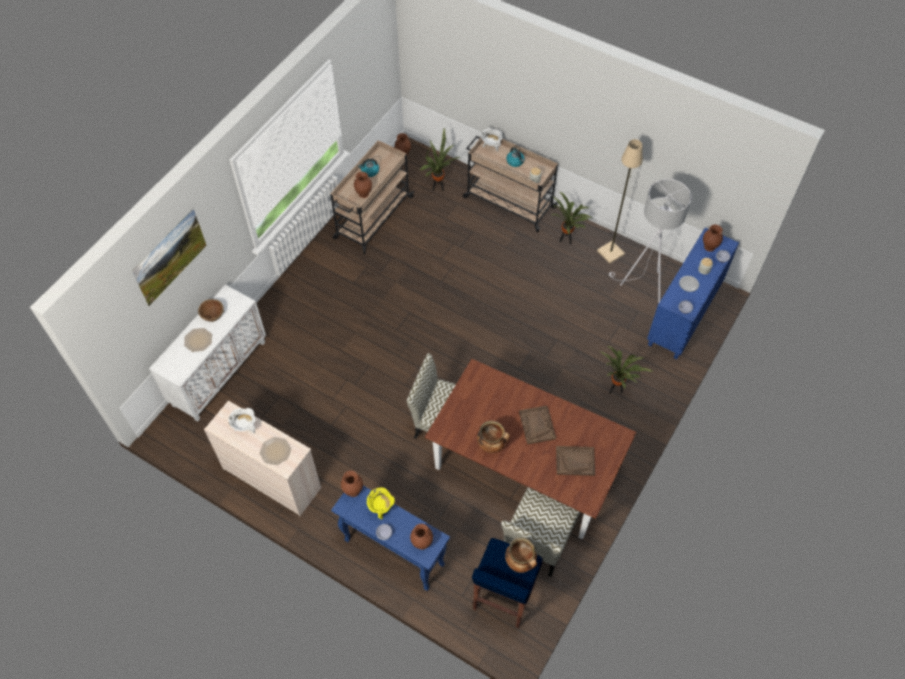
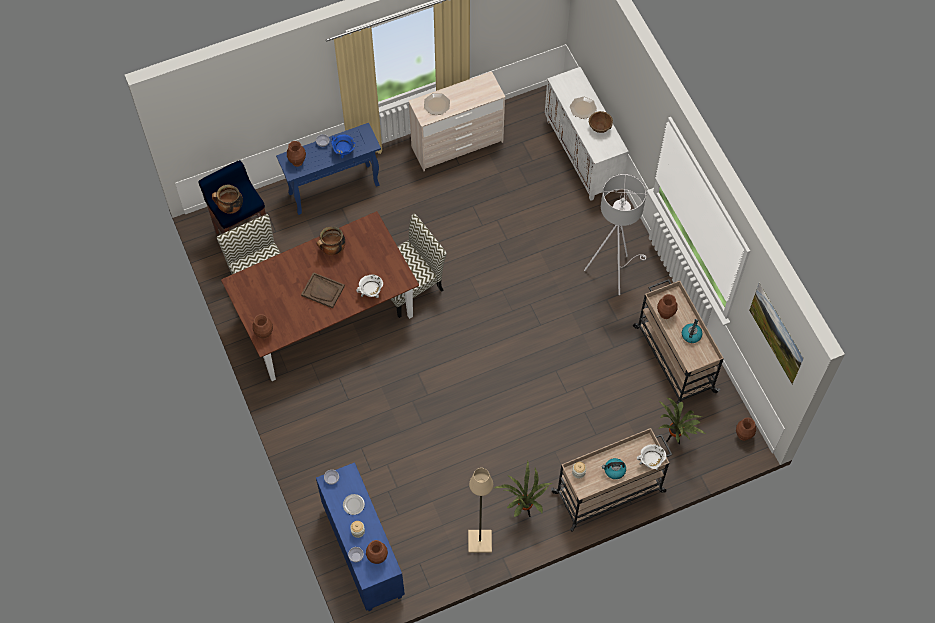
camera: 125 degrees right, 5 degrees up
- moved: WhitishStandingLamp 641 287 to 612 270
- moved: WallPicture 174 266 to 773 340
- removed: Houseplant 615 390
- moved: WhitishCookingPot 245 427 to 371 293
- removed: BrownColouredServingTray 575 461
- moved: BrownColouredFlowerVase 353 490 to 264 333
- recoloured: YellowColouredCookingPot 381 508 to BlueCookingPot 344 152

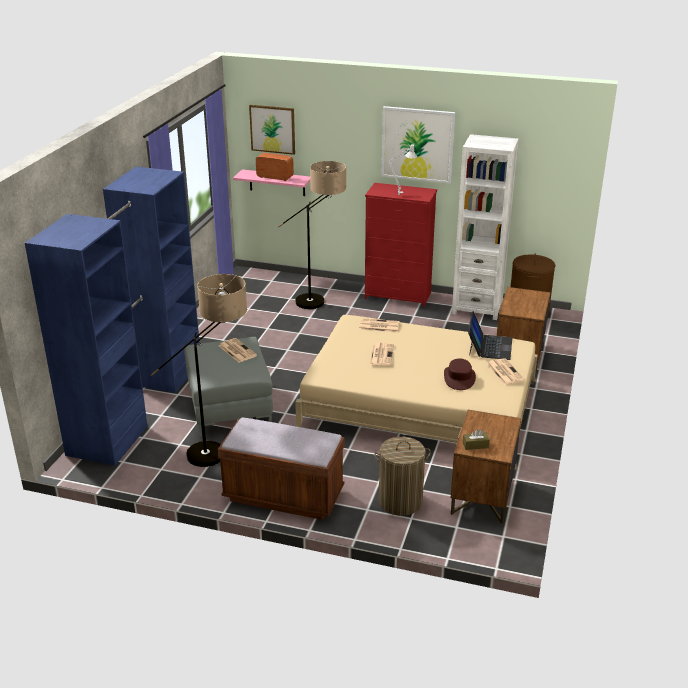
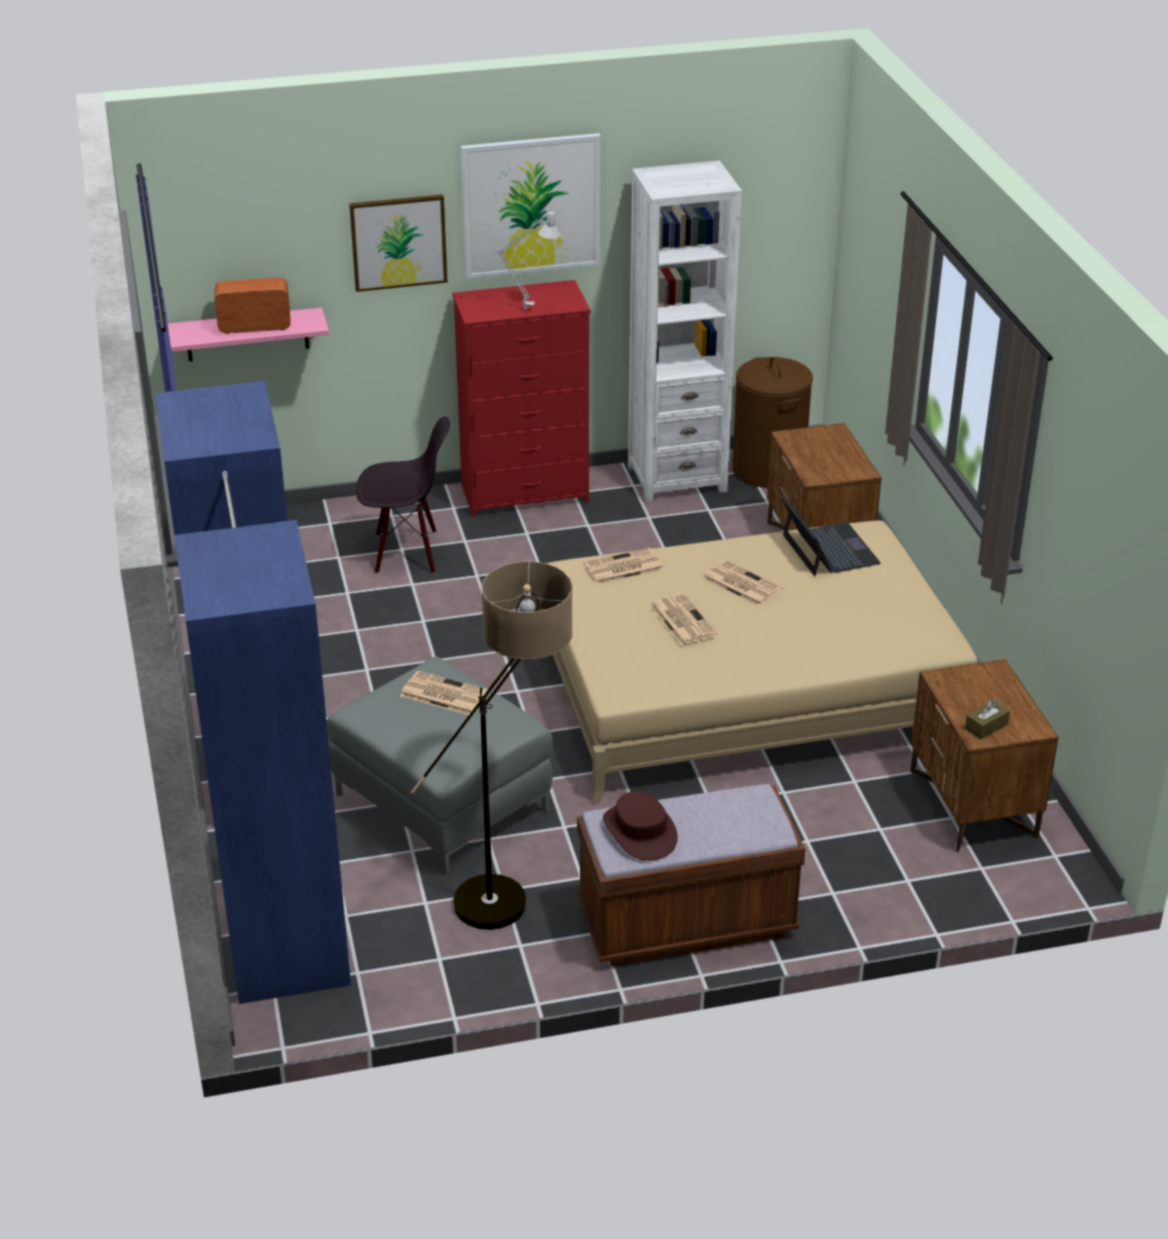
camera: 30 degrees left, 5 degrees up
- moved: WallPicture 272 129 to 398 242
- replaced: StandingLamp 320 304 to BlackColouredChair 406 553
- moved: PrintedPaper 504 372 to 740 584
- moved: BrownColouredHat 459 378 to 640 831
- removed: WashingBasket 400 501

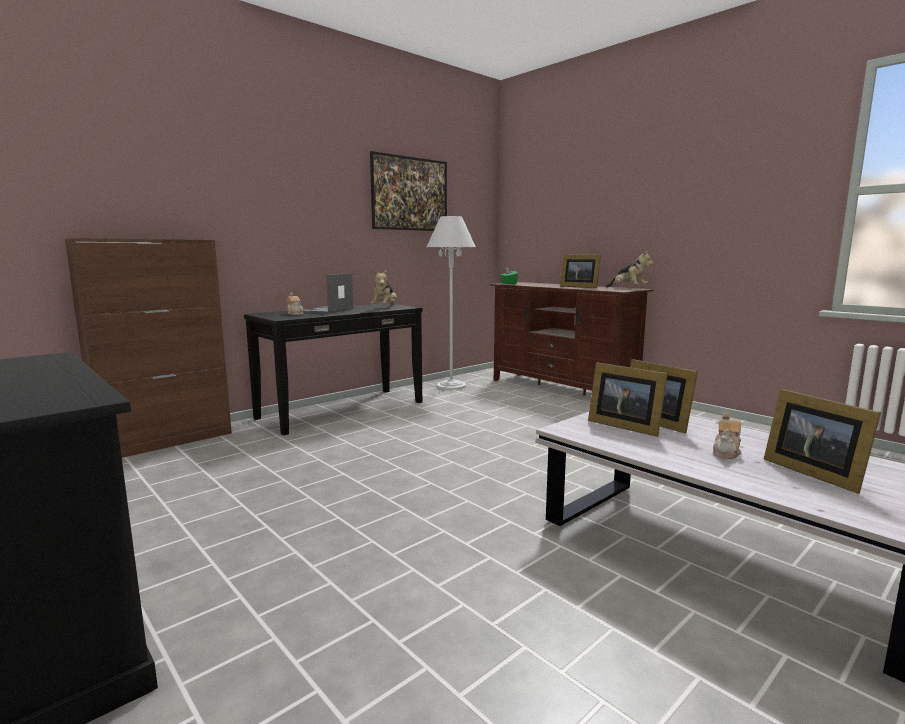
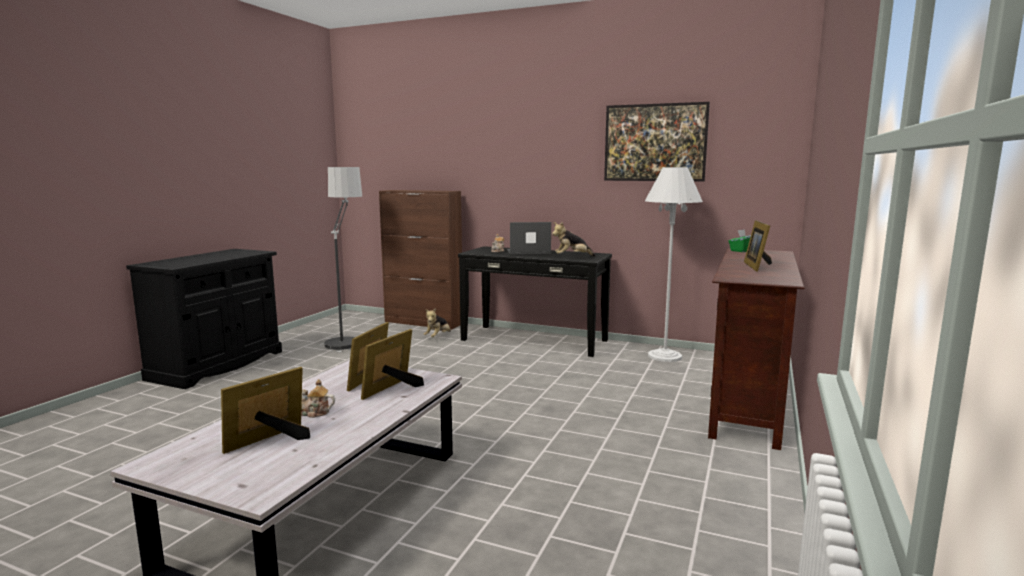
camera: 65 degrees right, 0 degrees up
- moved: PlushToy 628 288 to 438 337
- added: StandingLamp 346 338

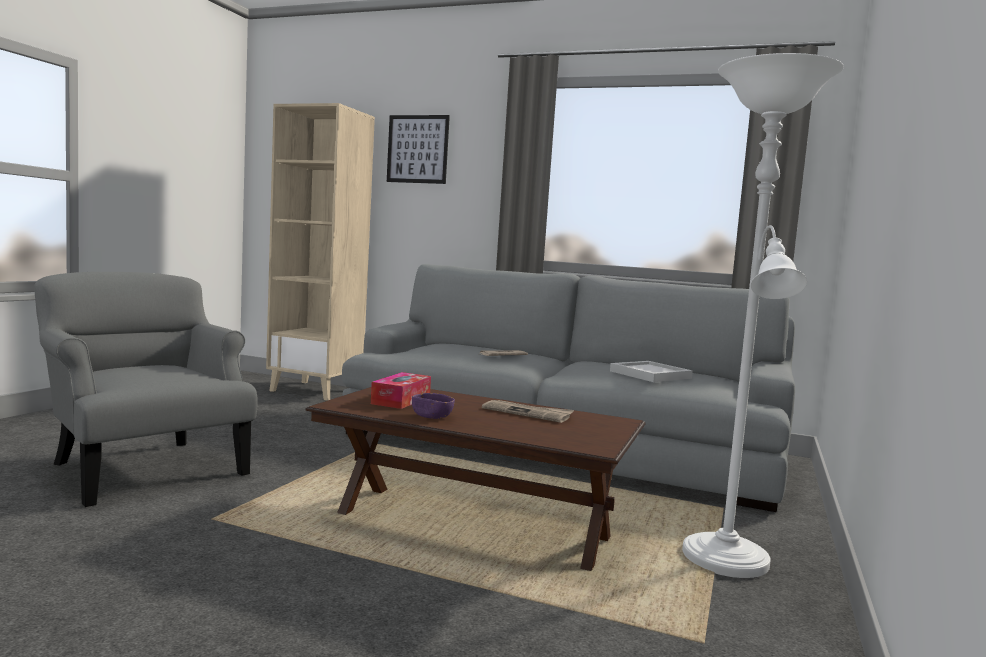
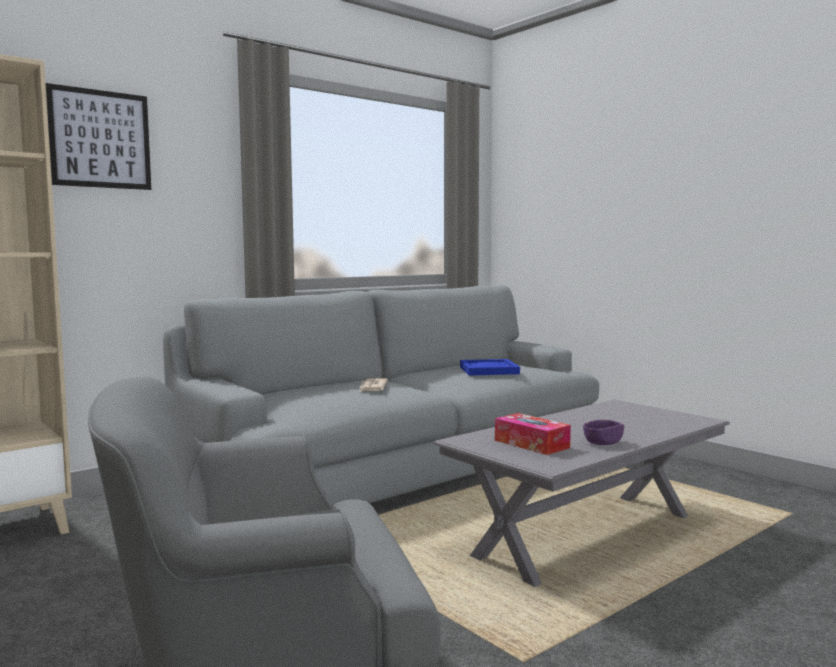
camera: 60 degrees left, 0 degrees up
- removed: WhitishStandingLamp 727 563
- recoloured: WhitishServingTray 650 374 to BlueServingTray 488 370
- recoloured: BrownColouredLoungeTable 473 525 to GreyLoungeTable 586 535
- removed: PrintedPaper 527 413

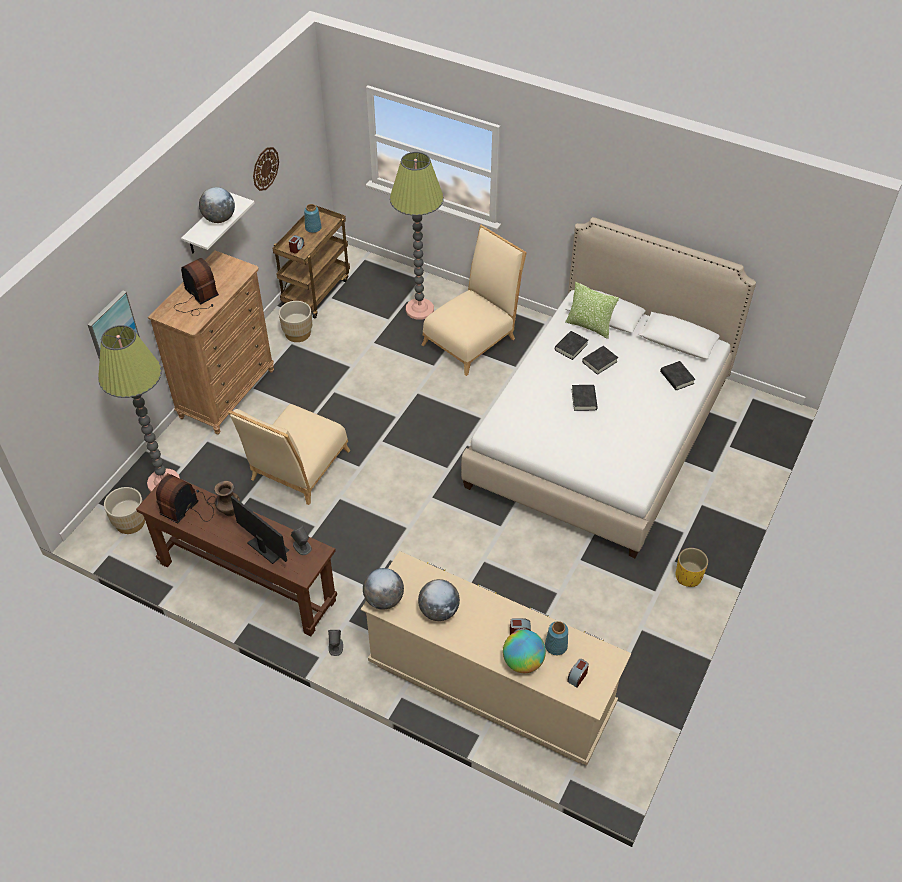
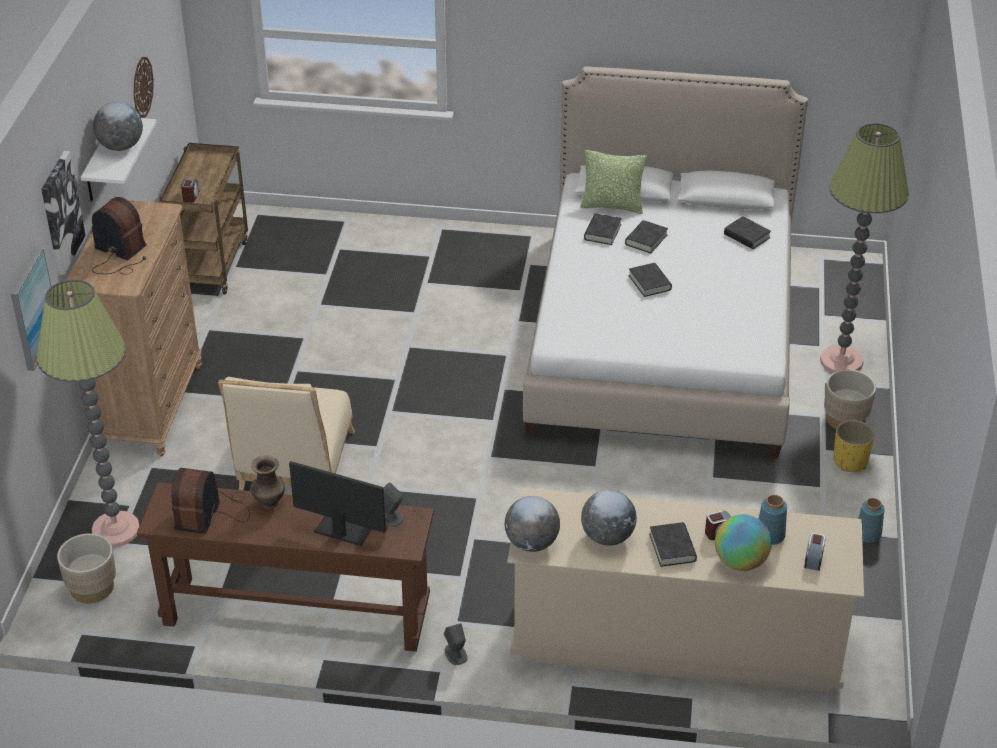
camera: 20 degrees left, 10 degrees down
- moved: StandingLamp 419 309 to 841 361
- moved: BlueFlowerVase 313 228 to 867 533
- removed: BeigeChair 472 338
- moved: BeigePlanter 298 333 to 845 419
- added: WallPicture 60 212
- added: BlackColouredBook 672 548

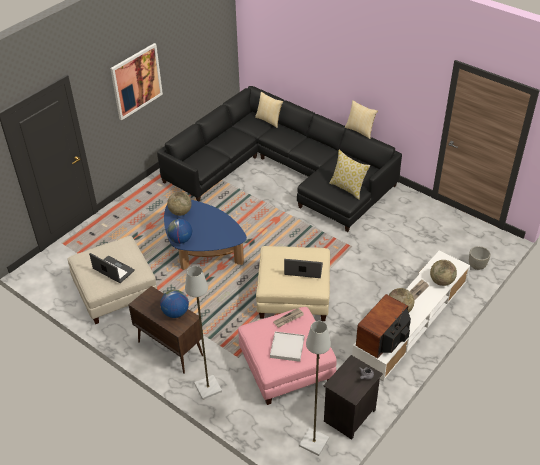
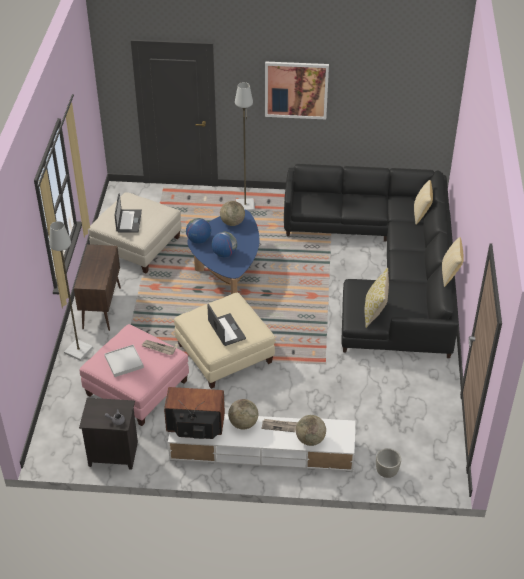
camera: 55 degrees right, 0 degrees up
- moved: WorldGlobe 175 313 to 224 254
- moved: GreyStandingLamp 313 441 to 245 205

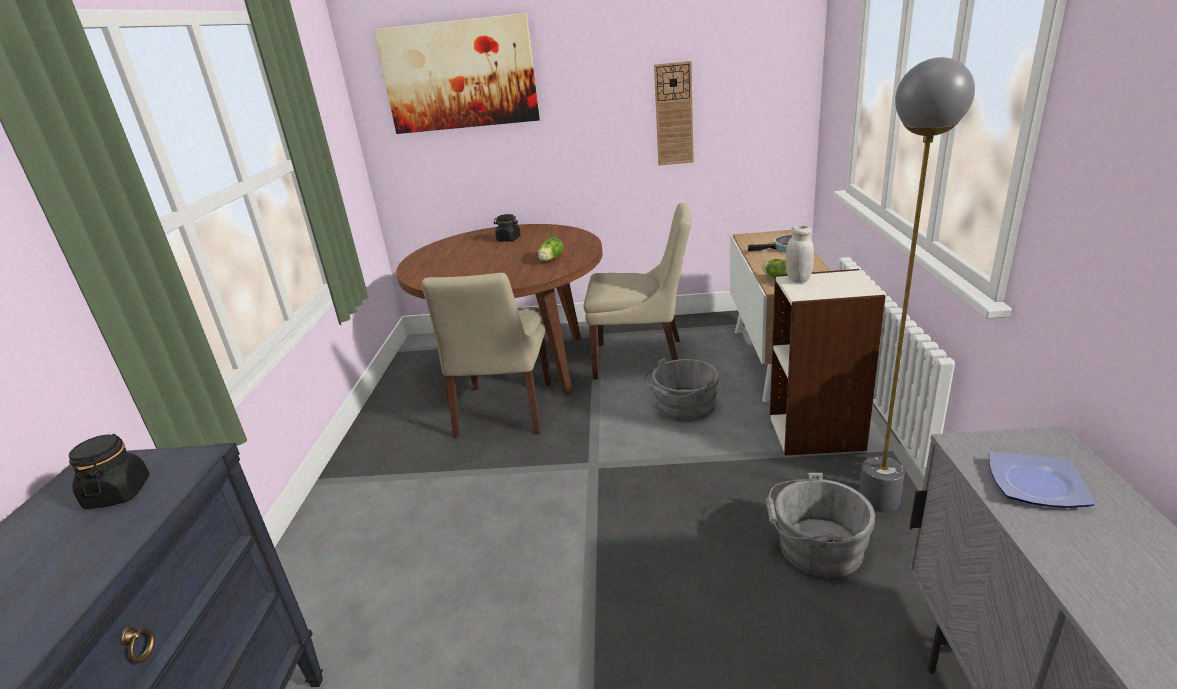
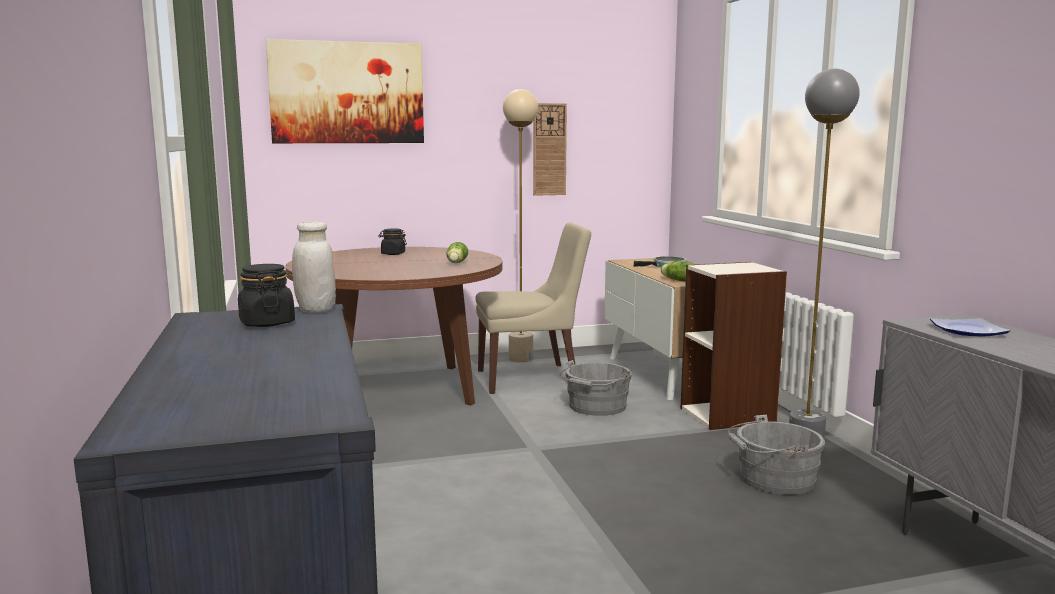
camera: 20 degrees left, 15 degrees down
- moved: WhitishPreserveJar 798 279 to 315 310
- removed: BeigeChair 503 411
- added: BeigeStandingLamp 520 359

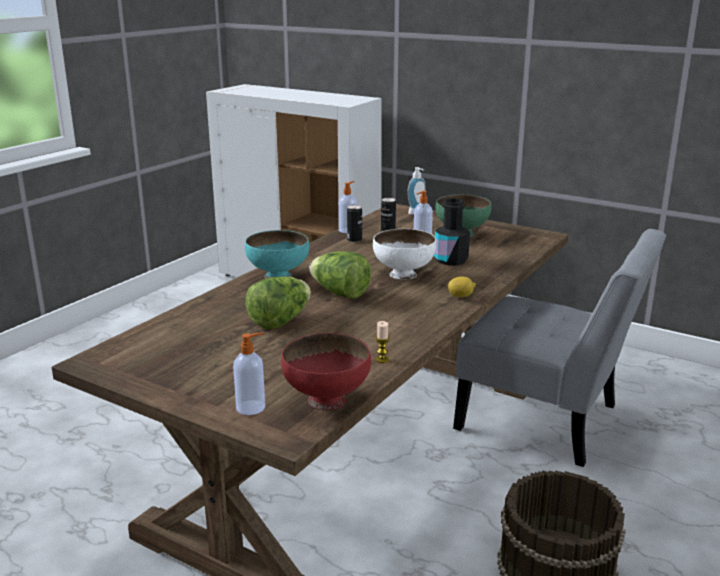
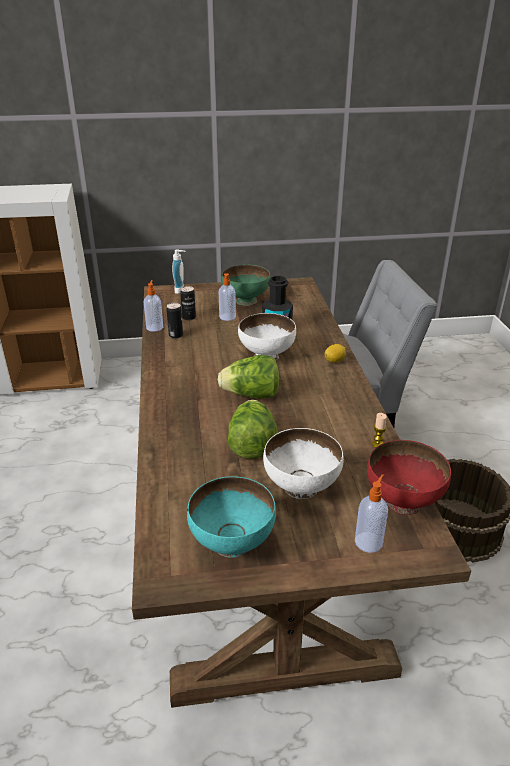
camera: 40 degrees left, 10 degrees up
- moved: TurquoiseBowl 278 276 to 232 544
- added: WhitishBowl 301 488

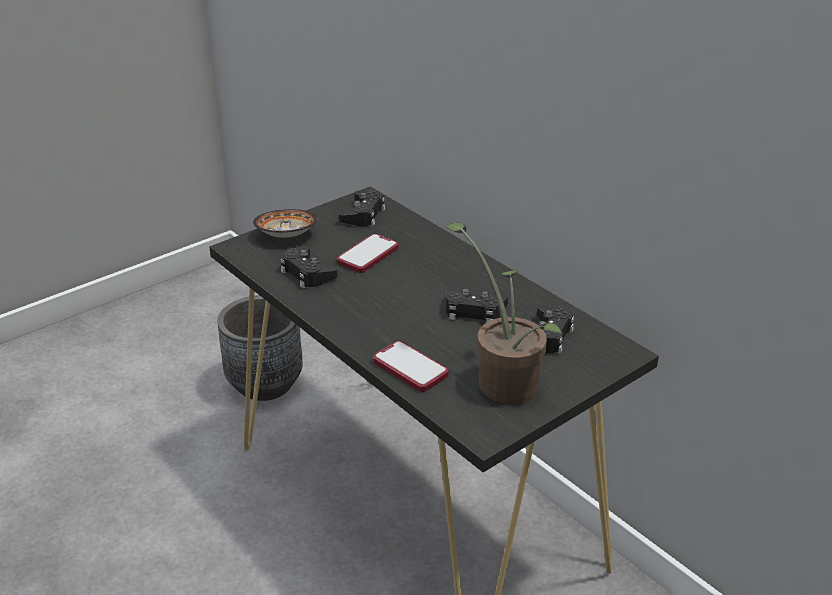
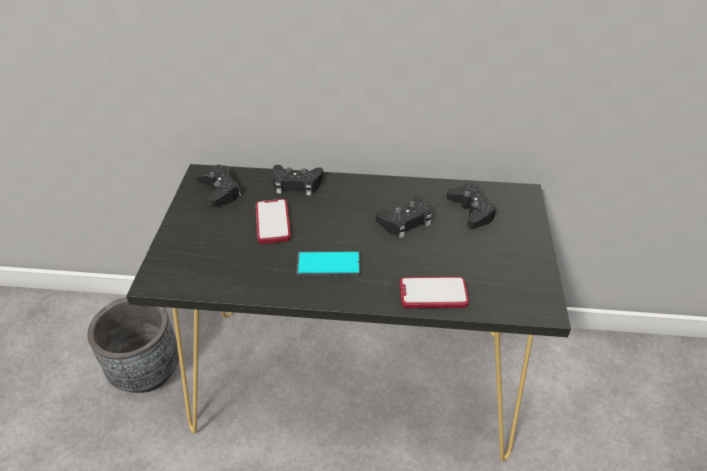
camera: 45 degrees left, 10 degrees up
- removed: Bowl 286 235
- removed: Houseplant 503 378
- moved: BlackColouredGamepad 307 273 to 296 184
- added: Phone 328 264

